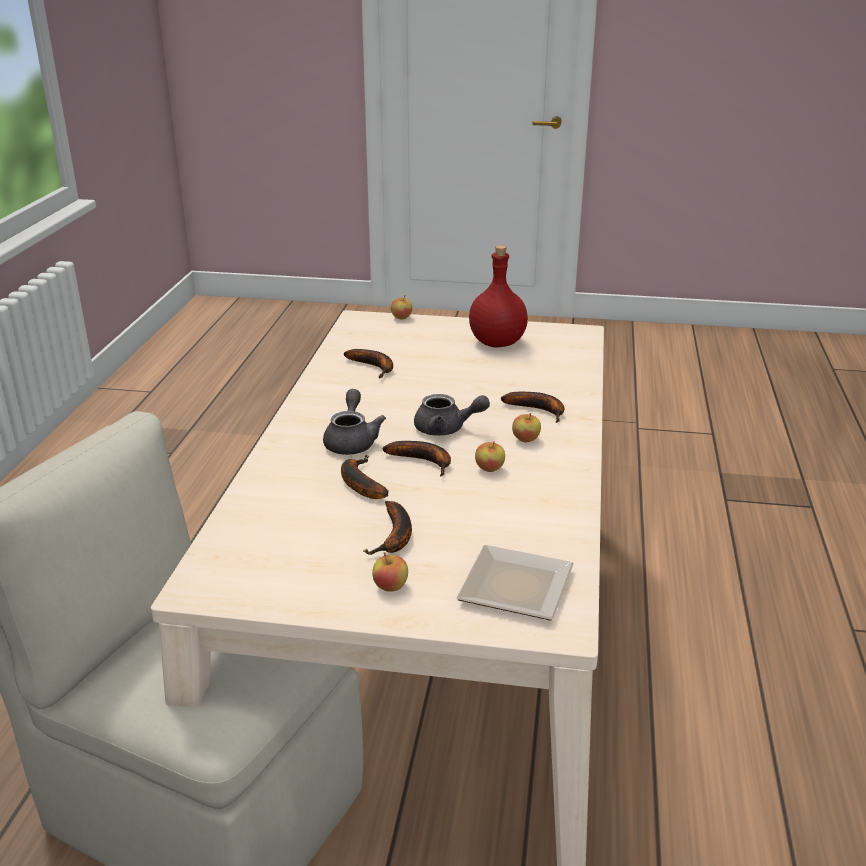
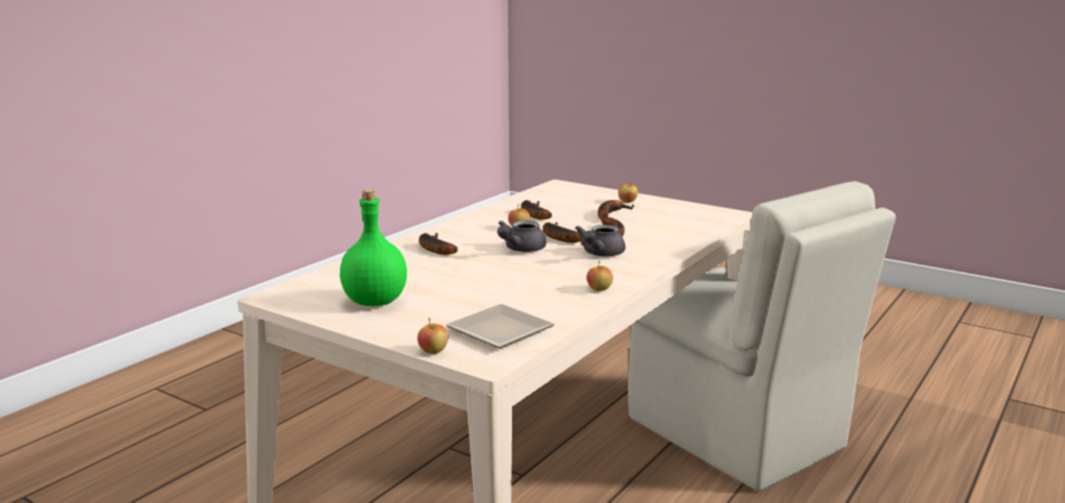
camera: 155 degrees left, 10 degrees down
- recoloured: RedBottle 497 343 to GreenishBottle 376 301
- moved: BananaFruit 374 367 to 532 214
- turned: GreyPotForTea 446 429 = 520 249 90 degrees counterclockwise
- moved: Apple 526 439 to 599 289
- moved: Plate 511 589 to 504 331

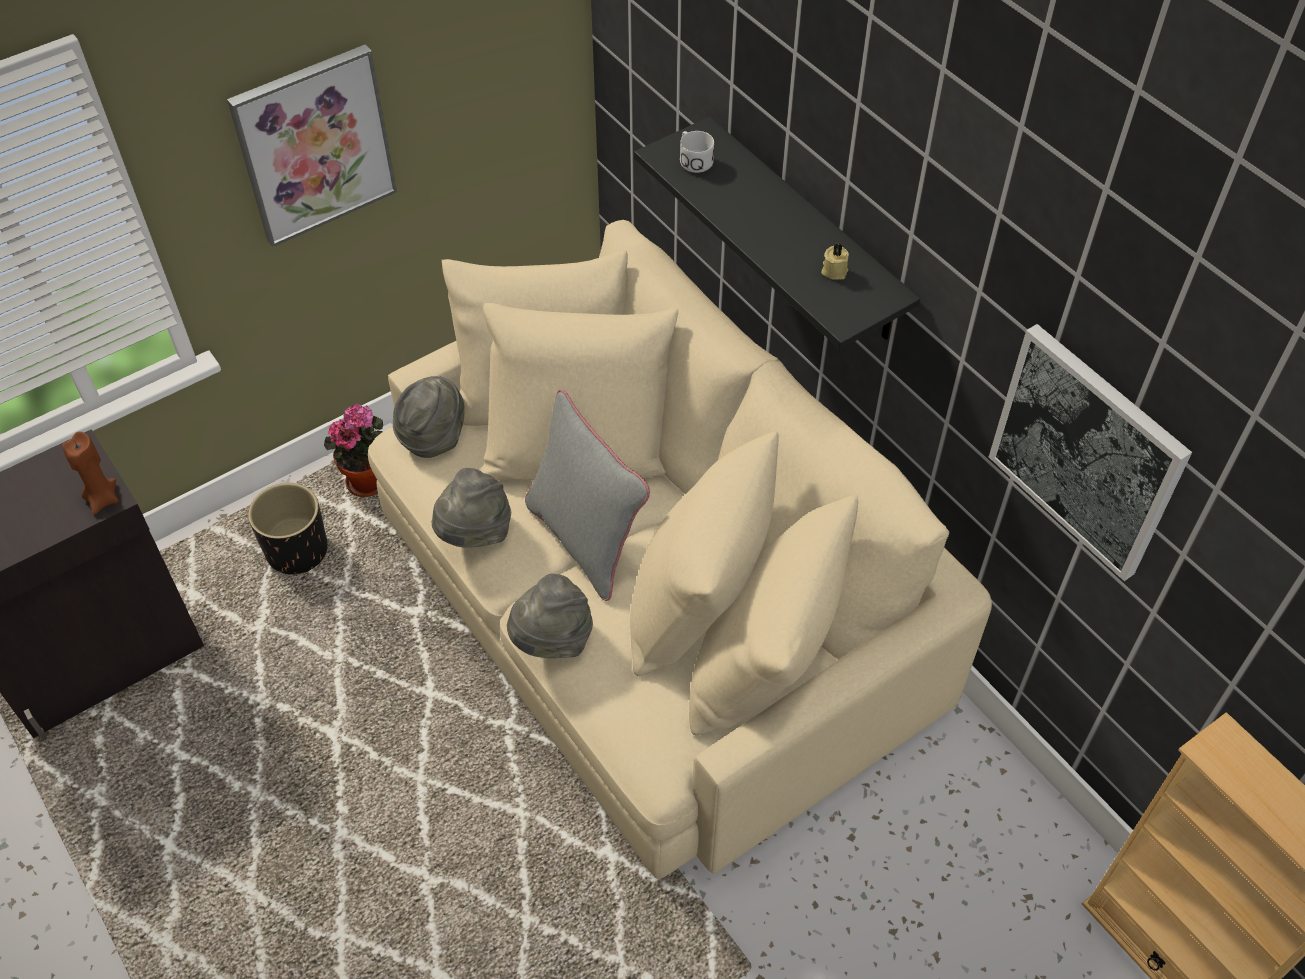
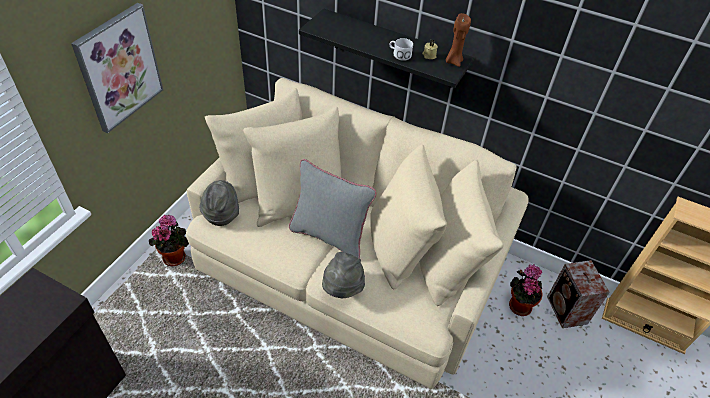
camera: 30 degrees left, 5 degrees down
- moved: WhitishCoffeeMug 693 159 to 399 54
- removed: WallPicture 1086 451
- moved: BrownColouredCandle 103 499 to 453 61
- removed: GreyHat 474 533
- removed: BlackColouredPlanter 297 550
- added: Speaker 567 311
- added: Houseplant 518 304

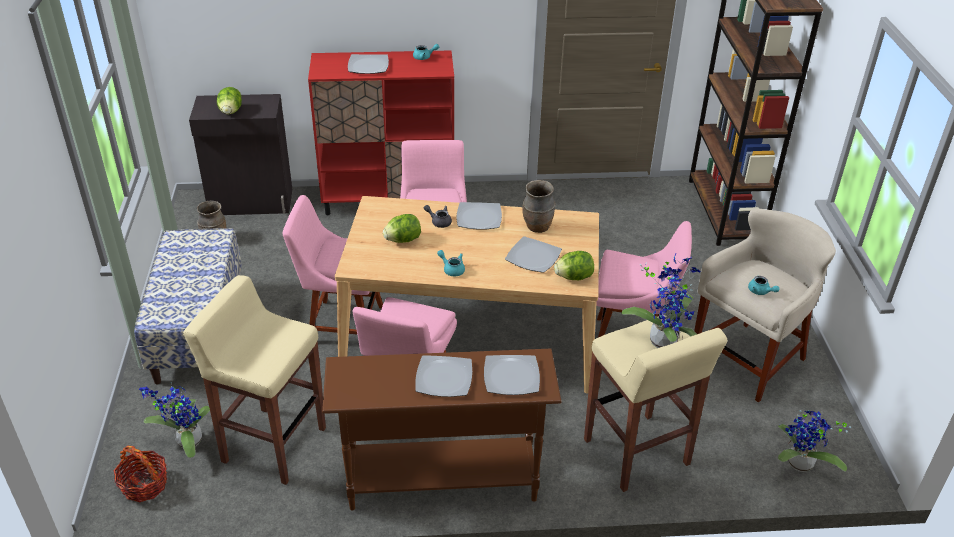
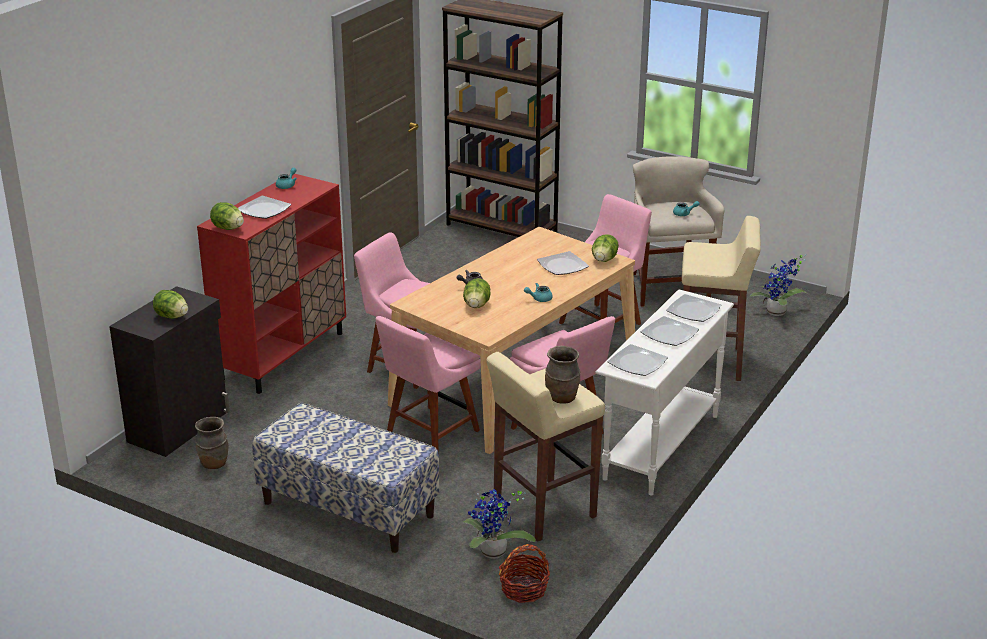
camera: 55 degrees left, 10 degrees down
- moved: BrownColouredFlowerVase 537 227 to 562 398
- moved: Plate 479 217 to 637 362
- removed: Houseplant 663 339
- recoloured: BrownColouredHallTable 441 481 to WhitishHallTable 660 447
- added: LettuceHead 228 228

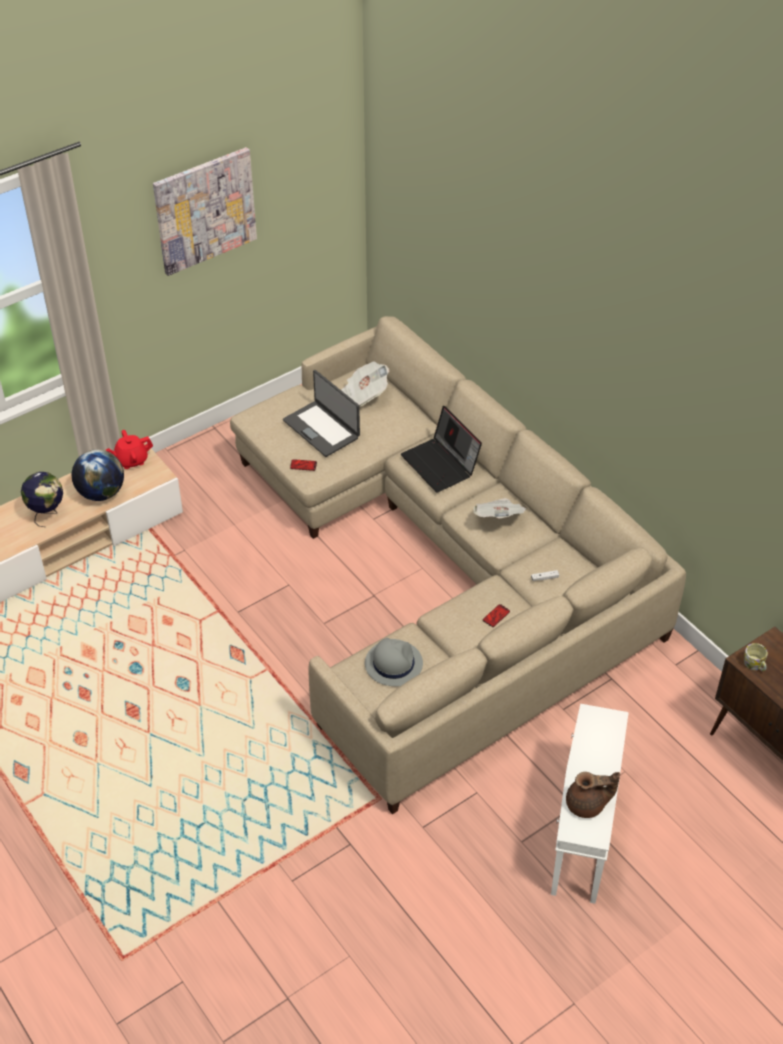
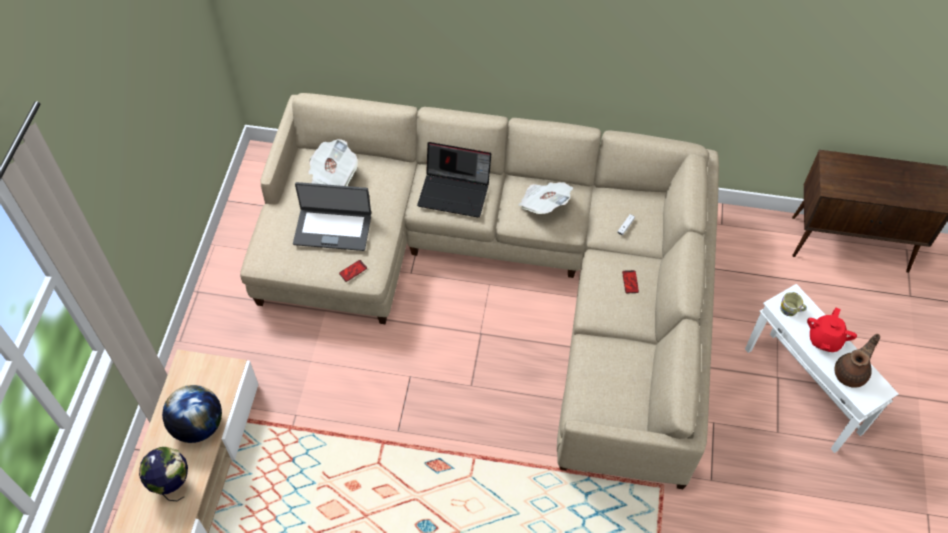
camera: 45 degrees left, 10 degrees up
- removed: WallPicture 205 210
- moved: RedPotForTea 131 460 to 824 340
- removed: GreyHat 393 663
- moved: CoffeeMug 755 665 to 791 310

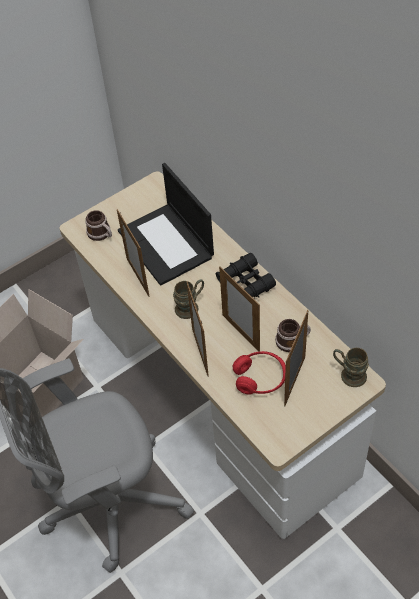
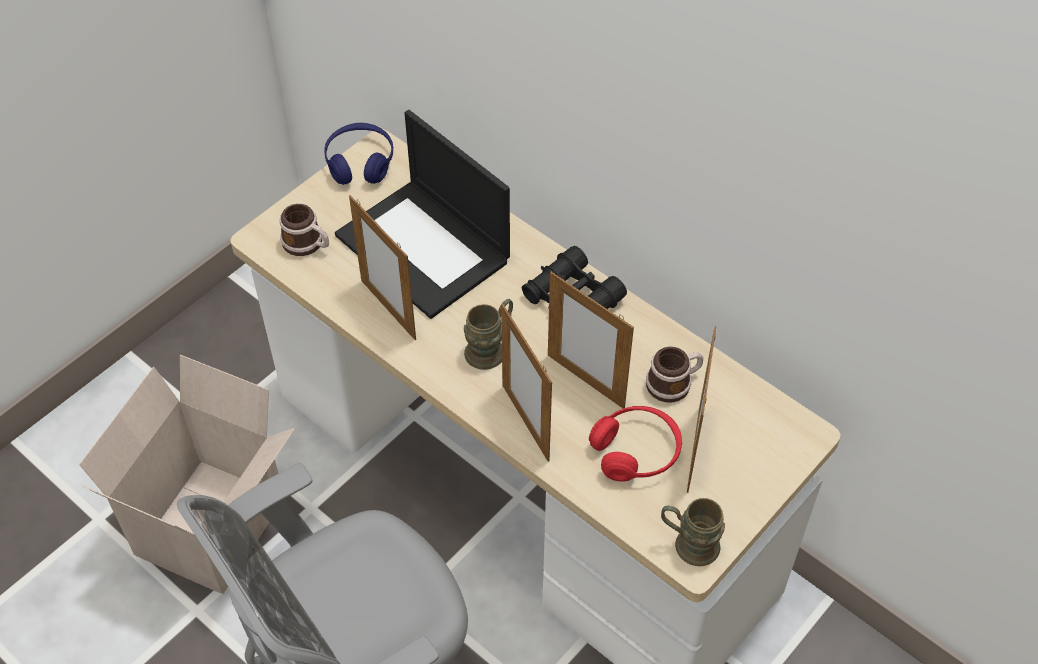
camera: 15 degrees left, 0 degrees up
- moved: BrownColouredCoffeeMug 348 374 to 688 544
- added: BluePairOfHeadphones 360 162

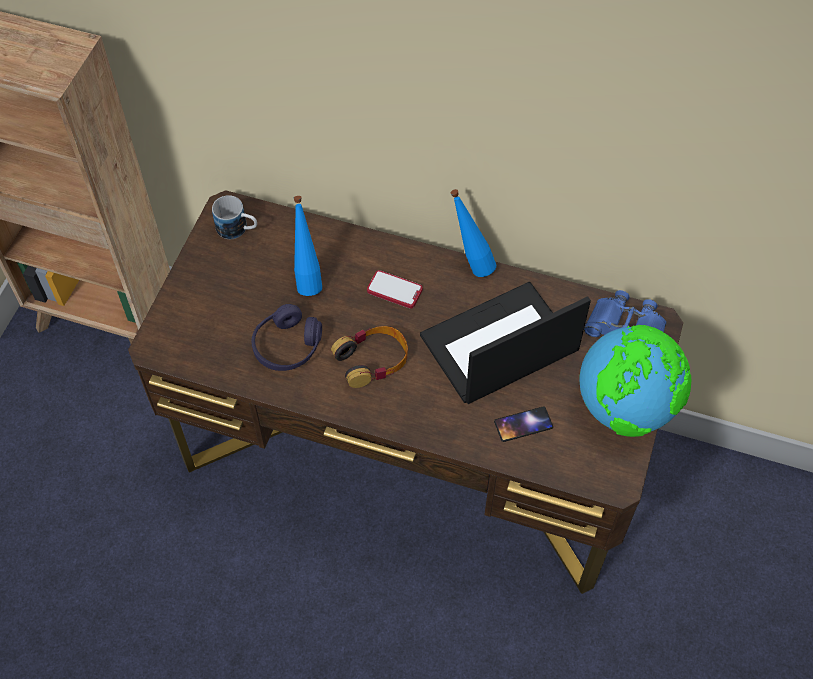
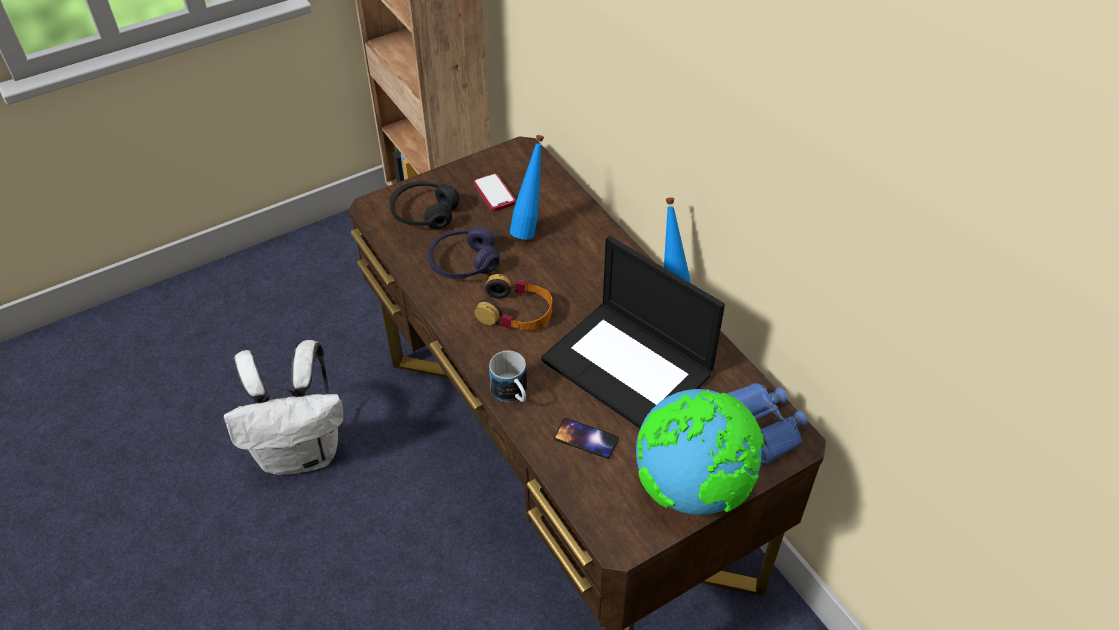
camera: 40 degrees right, 10 degrees down
- moved: CoffeeMug 238 229 to 512 394
- moved: Phone 394 290 to 494 194
- turned: Laptop 498 346 = 629 366 150 degrees counterclockwise
- added: BlackColouredPairOfHeadphones 424 213
- added: WhitishRucksack 302 452

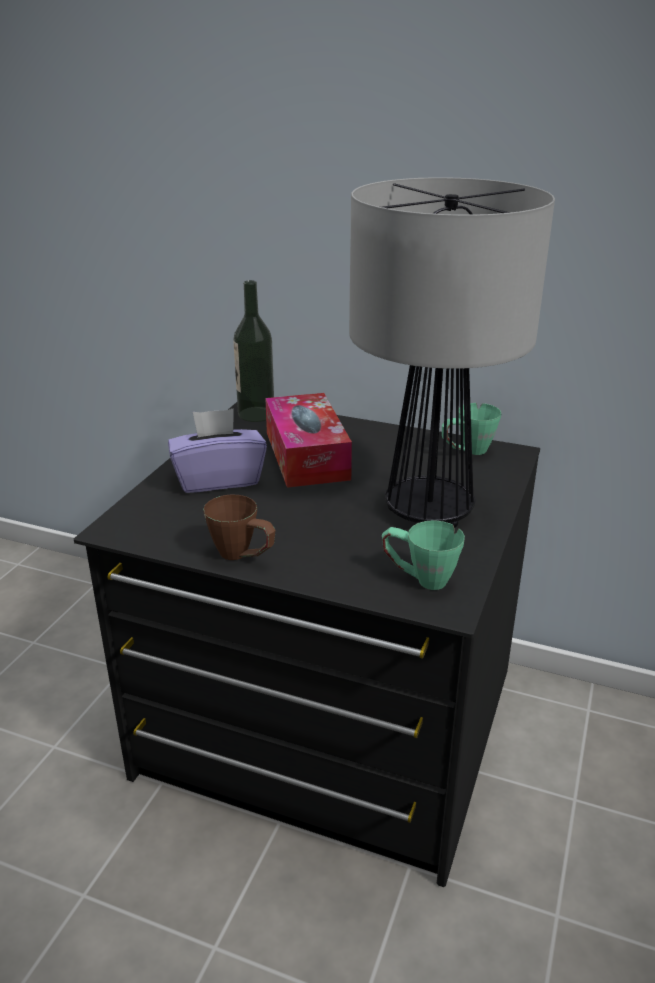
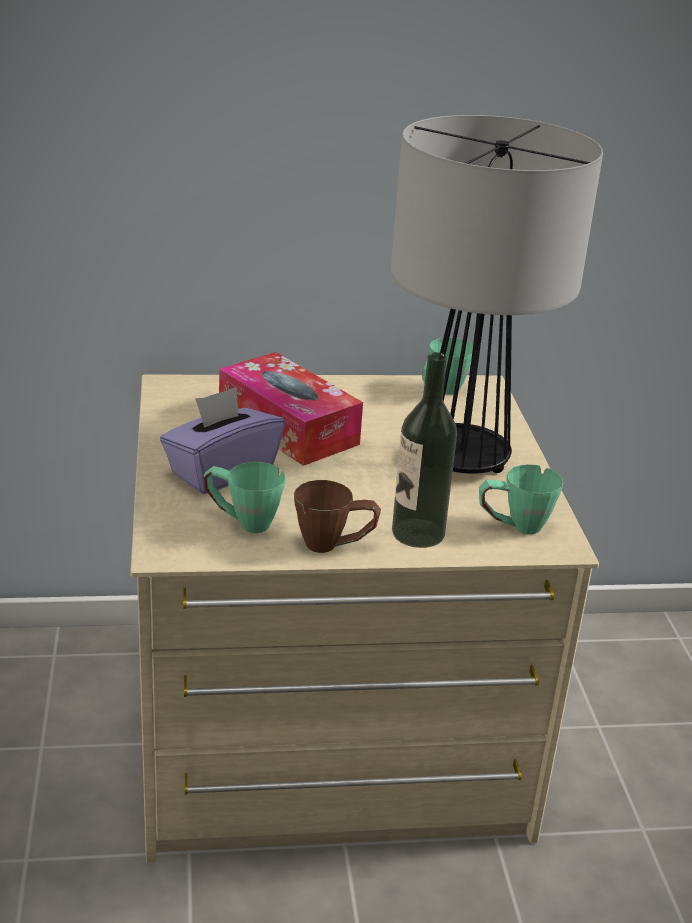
camera: 30 degrees left, 0 degrees up
- moved: Bottle 256 414 to 418 533
- recoloured: BlackColouredDresser 328 725 to BeigeDresser 327 734
- added: GreenishCoffeeMug 242 522

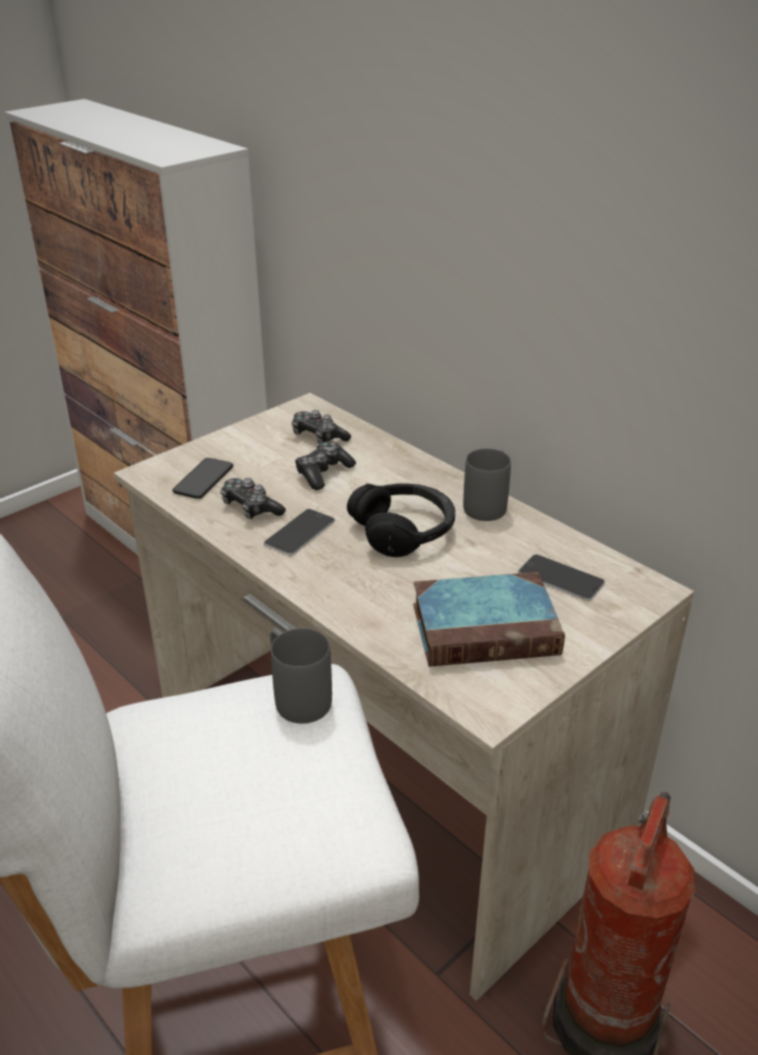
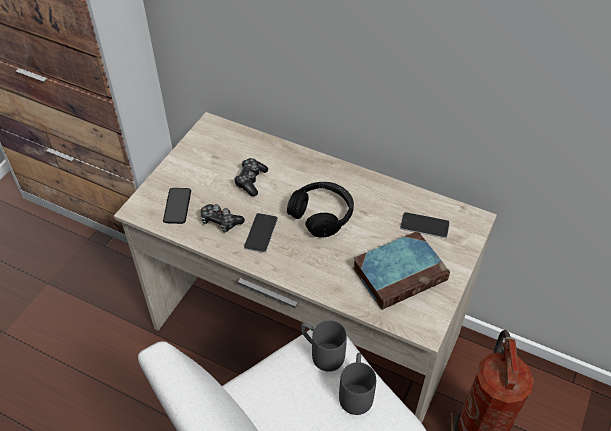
camera: 20 degrees left, 15 degrees up
- removed: Gamepad 318 437
- moved: GreyCoffeeMug 488 504 to 356 391

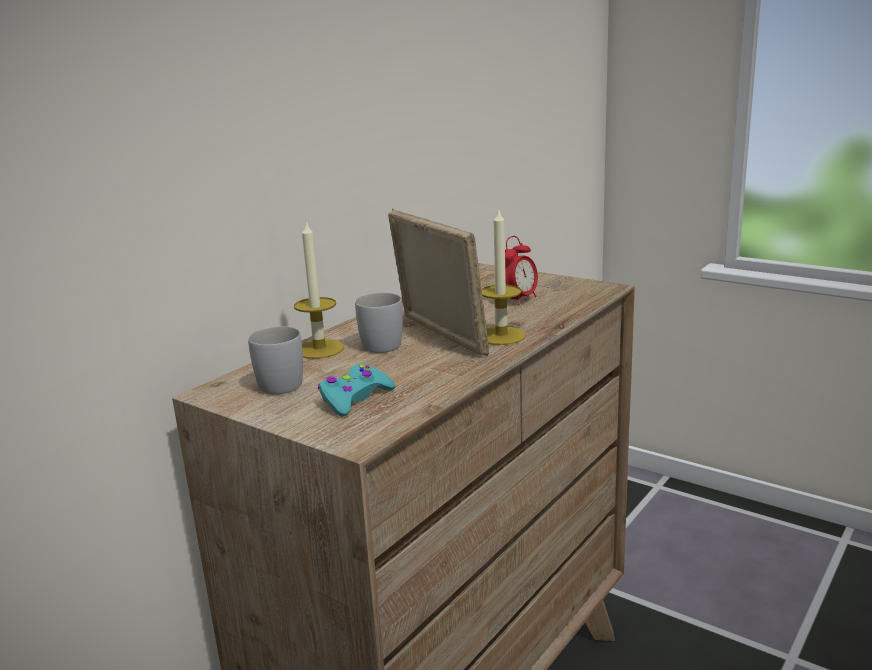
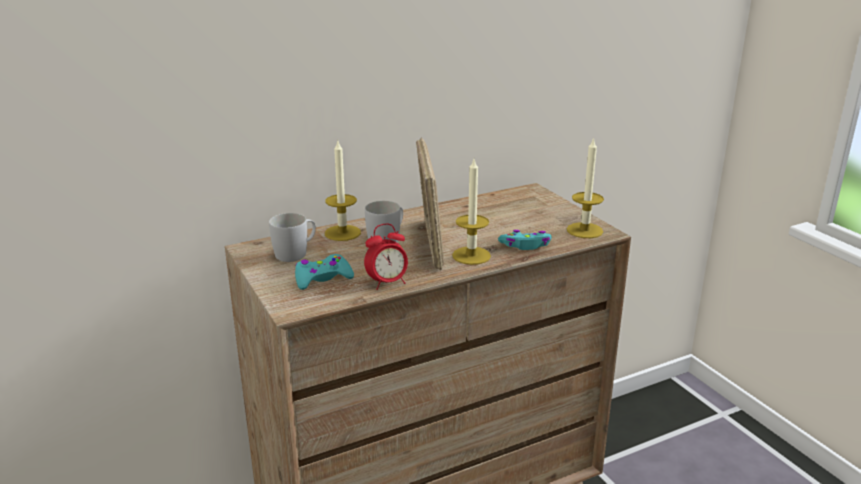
camera: 25 degrees right, 5 degrees up
- moved: AlarmClock 519 300 to 387 283
- added: Candle 584 230
- added: TurquoiseGamepad 525 246

